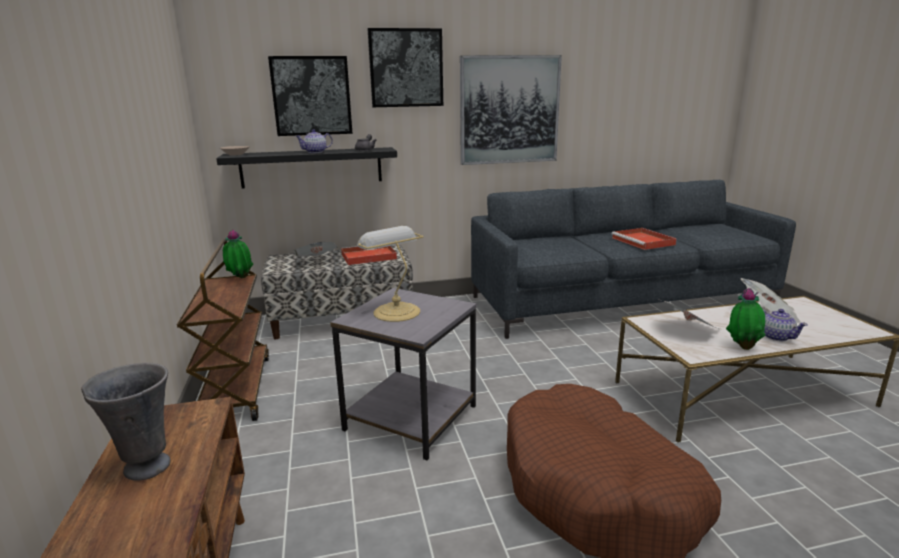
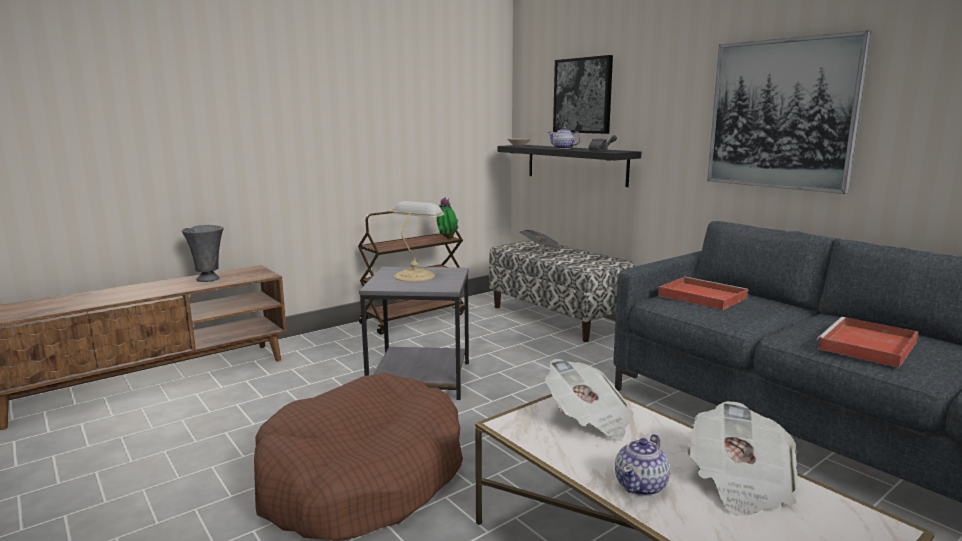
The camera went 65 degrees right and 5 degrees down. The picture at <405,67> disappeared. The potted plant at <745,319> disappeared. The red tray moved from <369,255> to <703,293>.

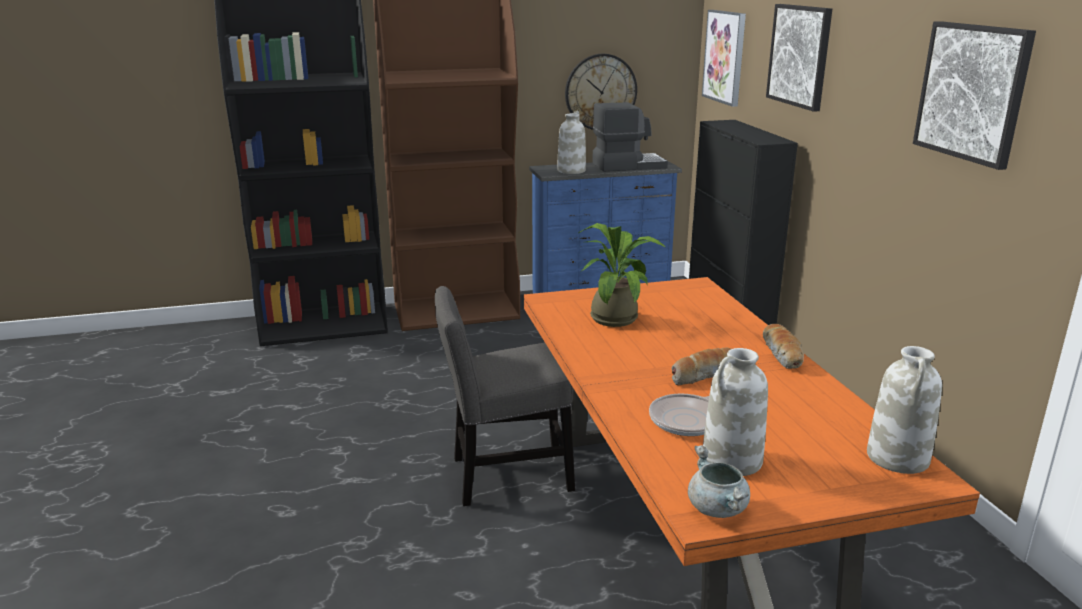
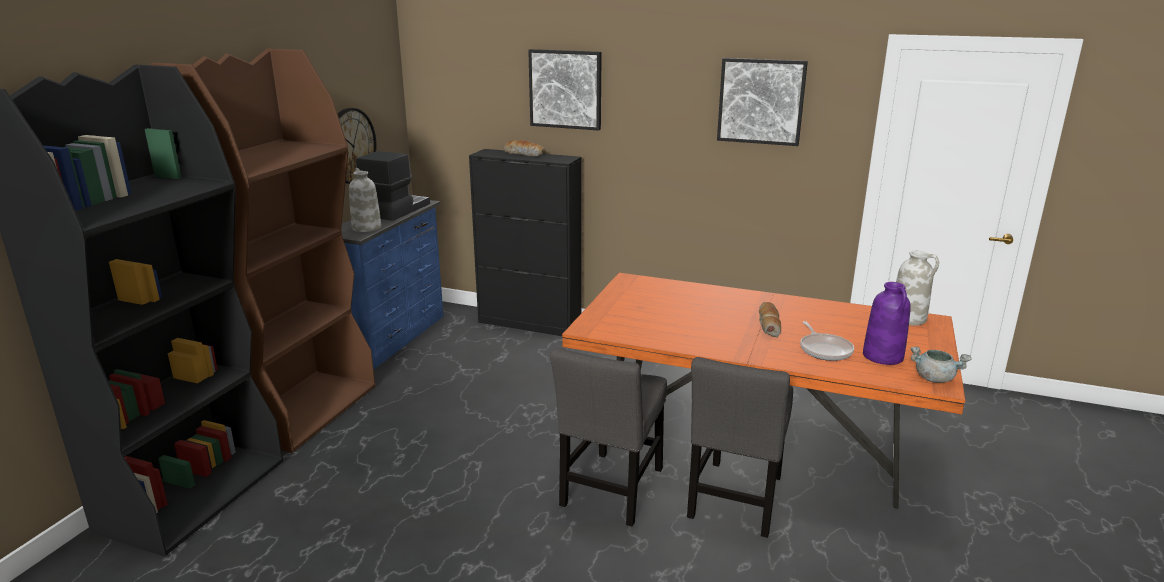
The camera went 55 degrees left and 0 degrees up. The potted plant at <622,275> disappeared. The picture at <724,58> disappeared. The grey chair at <740,447> appeared. The bread moved from <783,346> to <524,148>. The white vase at <735,412> became the purple vase at <887,323>.

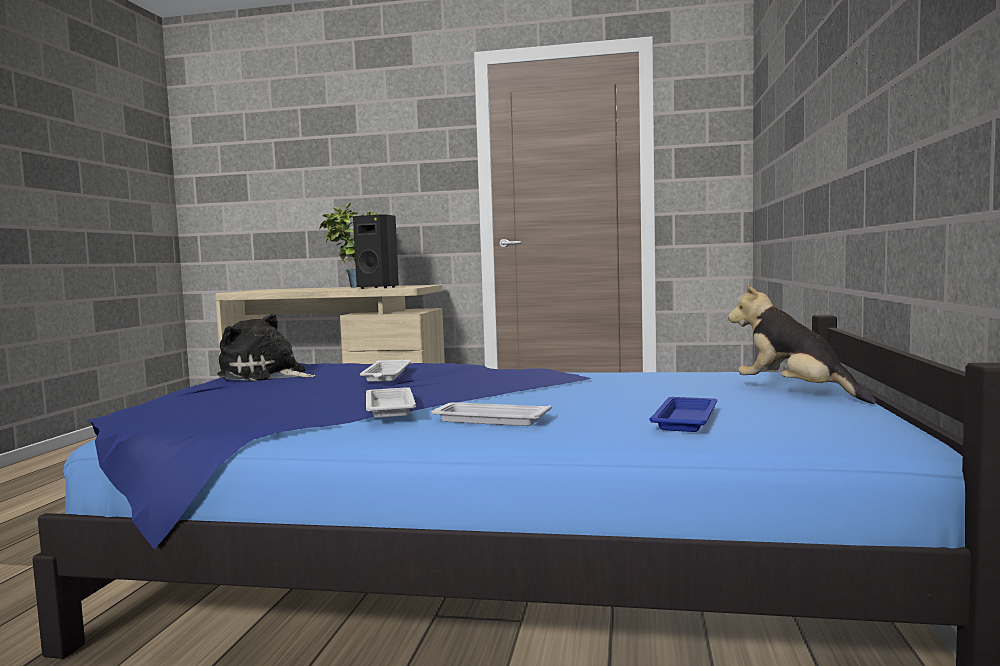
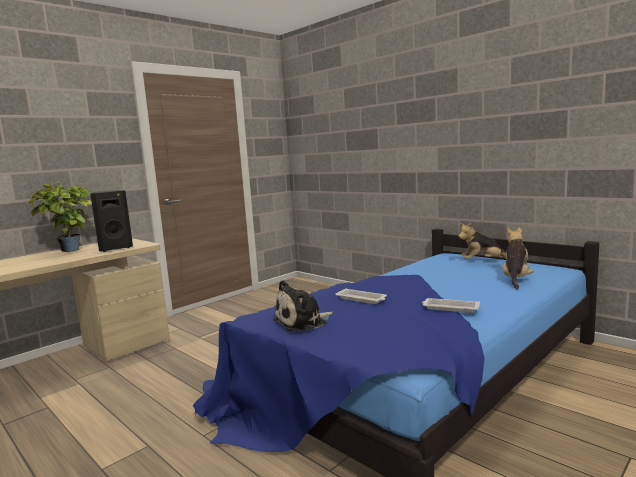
The camera went 55 degrees left and 5 degrees up. The white tray at <492,414> disappeared. The blue tray at <683,414> was replaced by the plush toy at <518,258>.

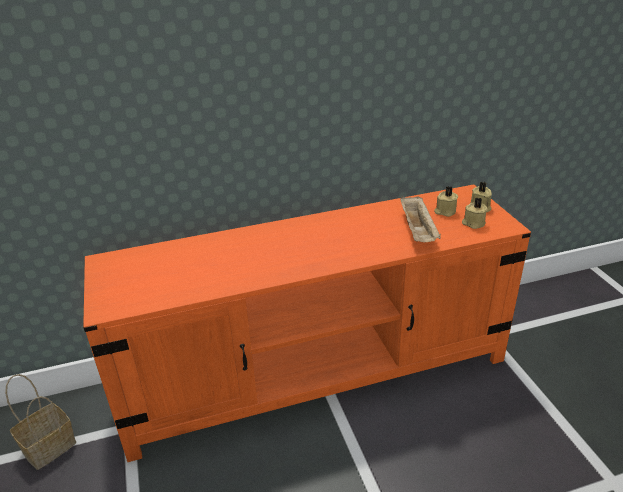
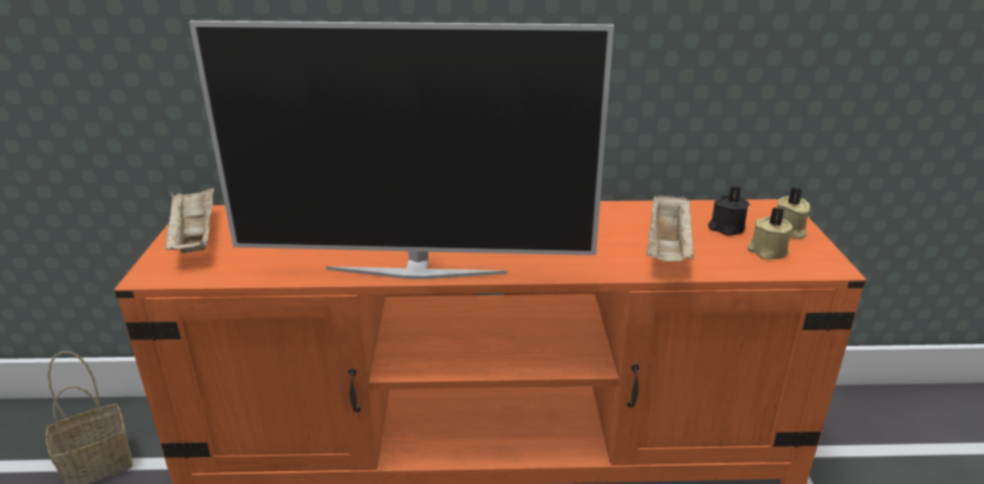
The camera went 15 degrees right and 5 degrees down. The beige tray at <189,220> appeared. The television at <401,150> appeared. The beige candle at <446,201> became the black candle at <728,211>.

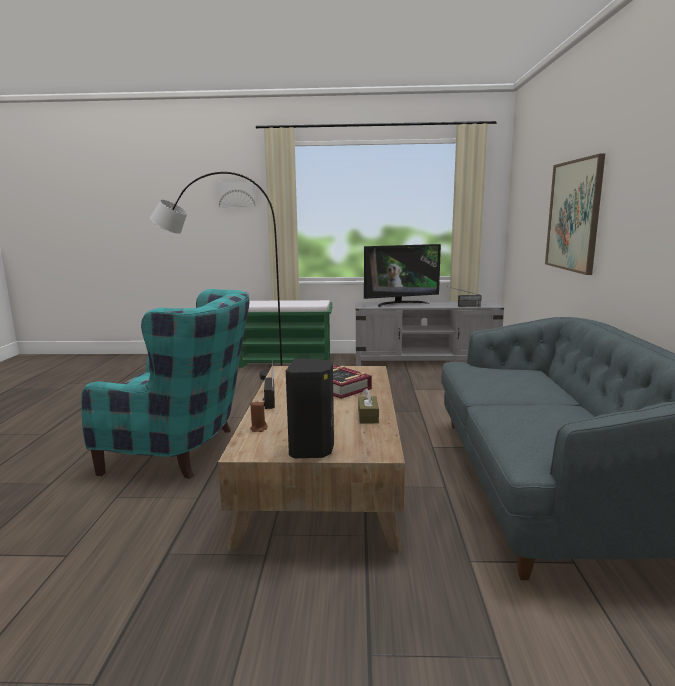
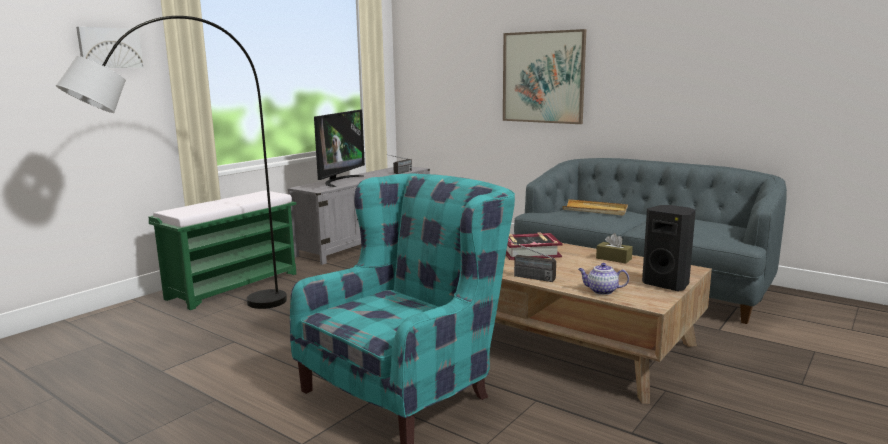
The camera went 55 degrees left and 0 degrees up. The beige tray at <595,207> appeared. The brown candle at <258,416> was replaced by the teapot at <603,279>.

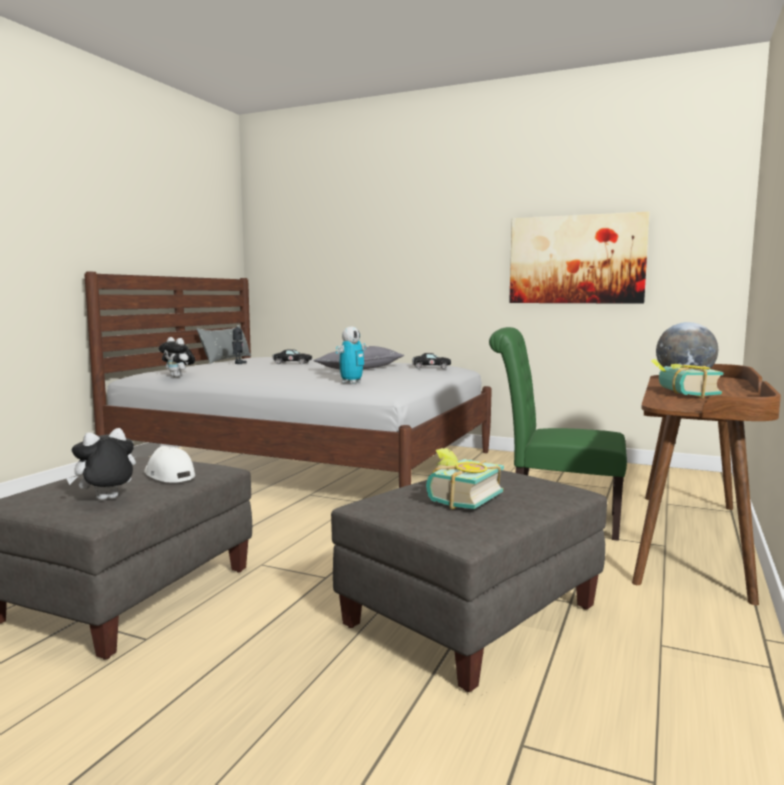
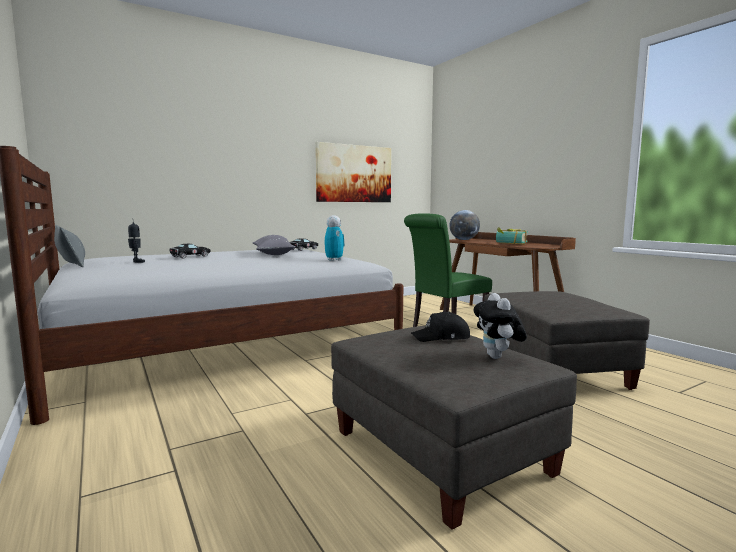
The camera went 55 degrees left and 0 degrees up. The plush toy at <177,357> disappeared. The book at <465,478> disappeared. The white cap at <169,464> became the black cap at <440,326>.

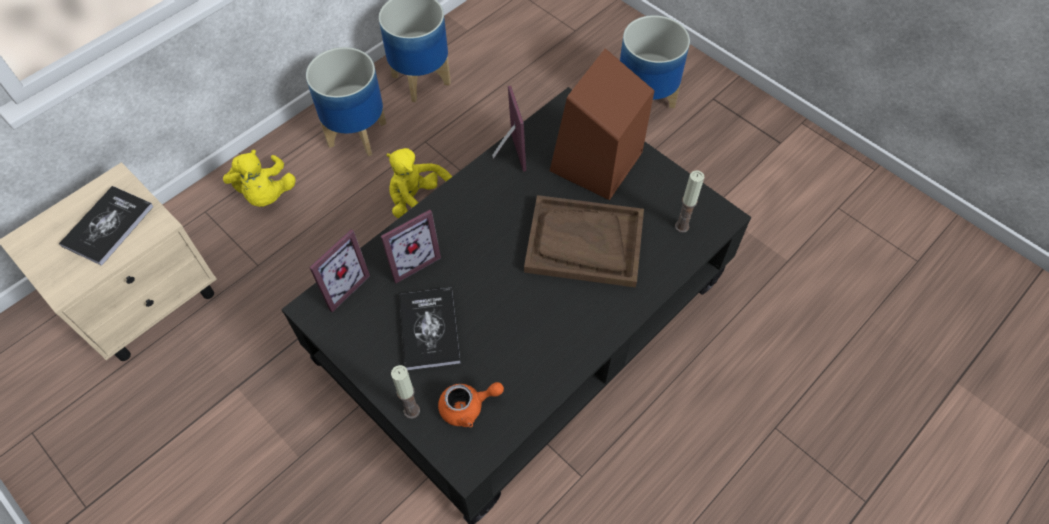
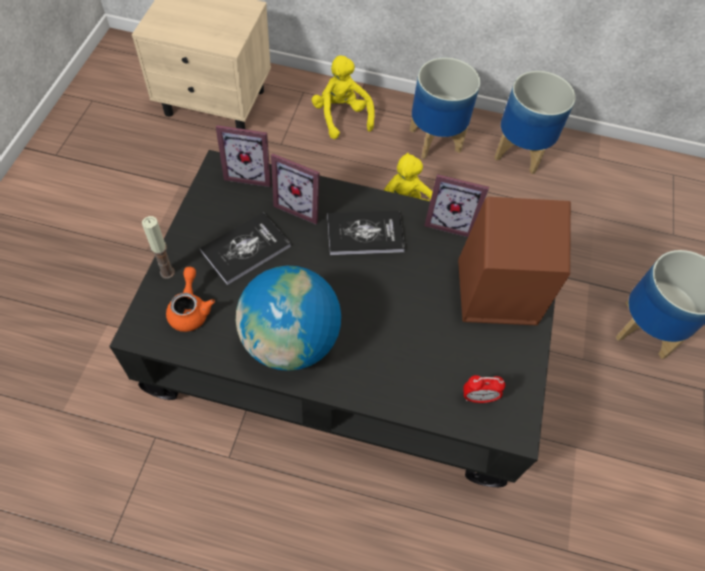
The camera went 55 degrees right and 0 degrees up. The brown tray at <584,241> disappeared. The globe at <288,318> appeared. The book moved from <106,226> to <366,233>. The candle at <690,201> was replaced by the alarm clock at <484,389>. The yellow plush toy at <259,178> turned 120 degrees clockwise. The orange teapot at <471,404> turned 135 degrees counterclockwise. The picture frame at <509,129> turned 60 degrees clockwise.

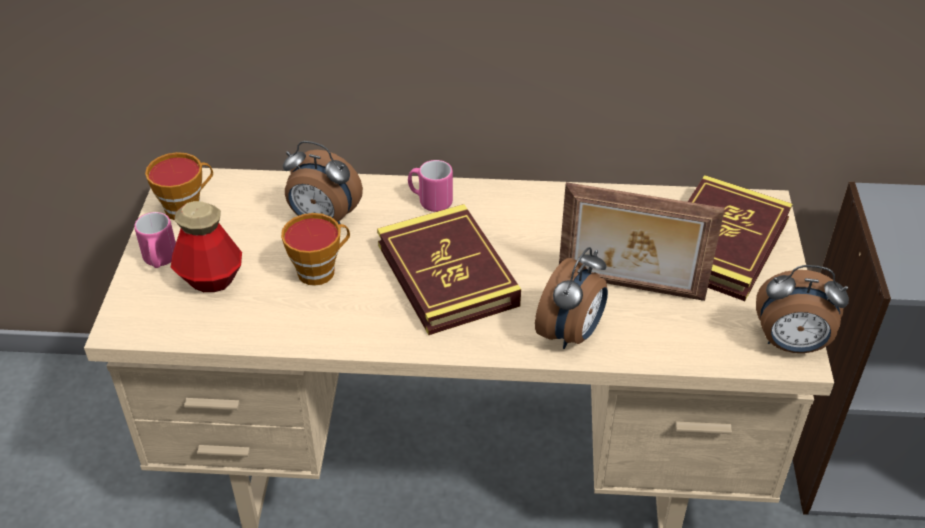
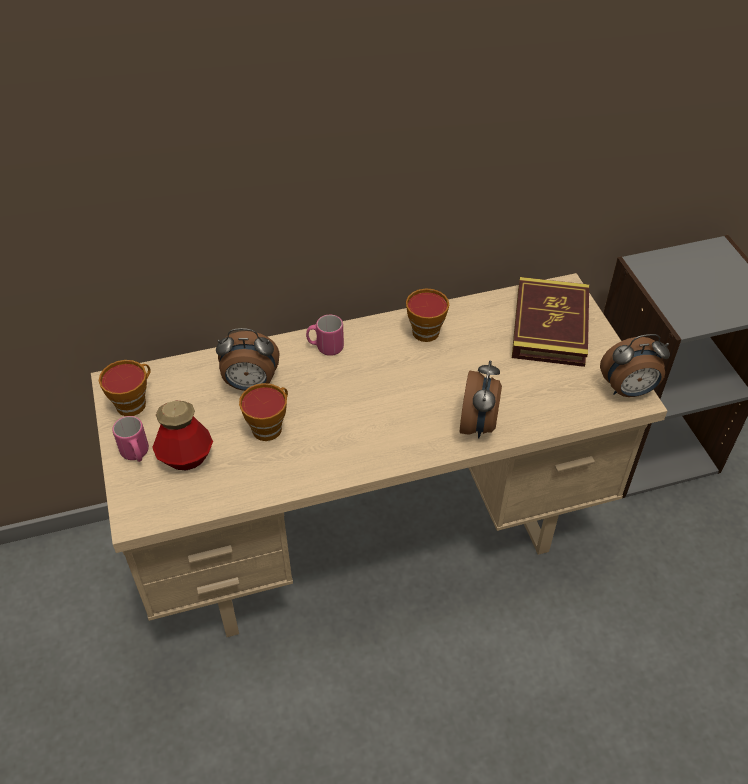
The camera went 20 degrees left and 5 degrees up. The book at <449,269> disappeared. The picture frame at <642,241> disappeared. The cup at <427,315> appeared.

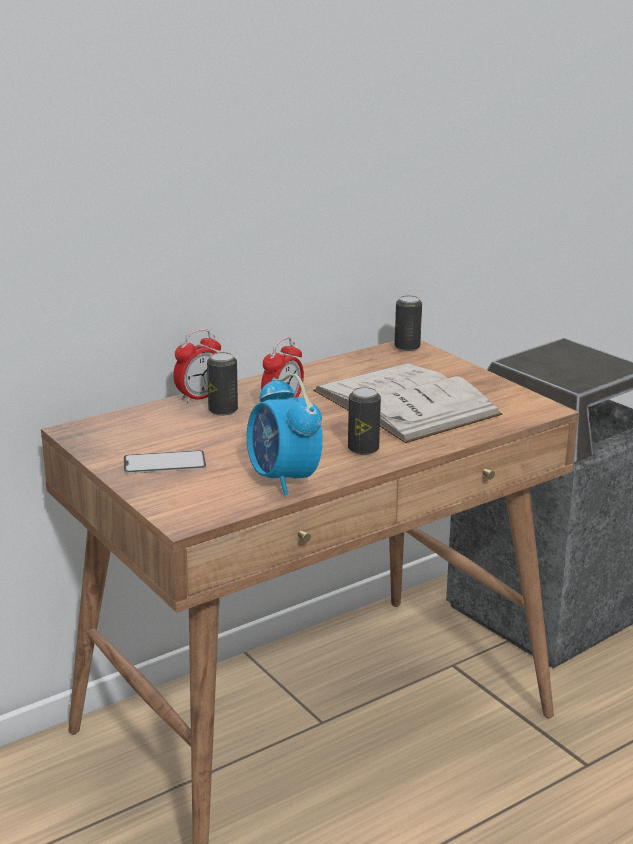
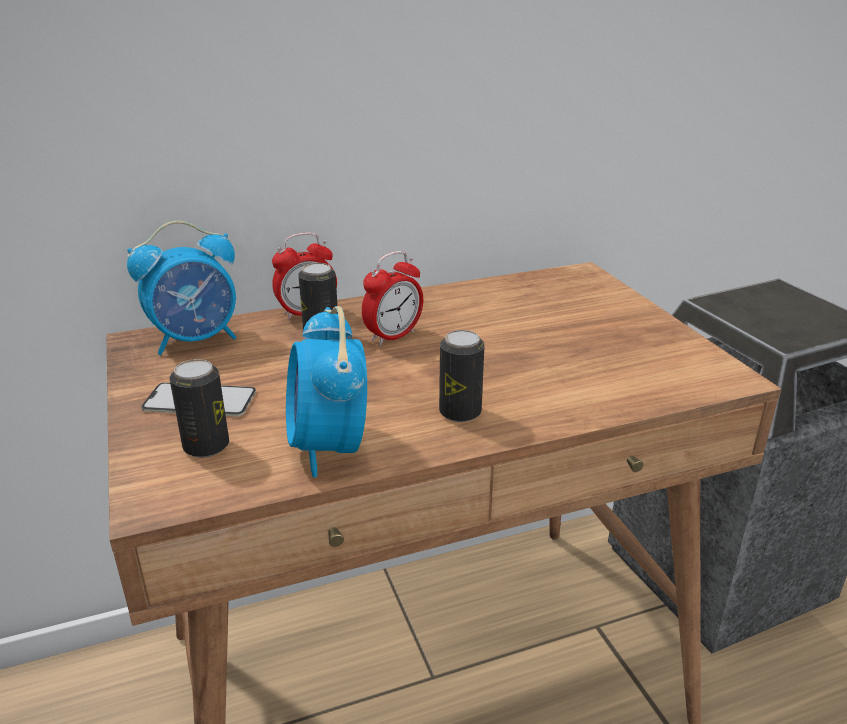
The camera went 15 degrees right and 5 degrees up. The white book at <408,403> disappeared. The alarm clock at <182,288> appeared. The can moved from <408,323> to <199,408>.

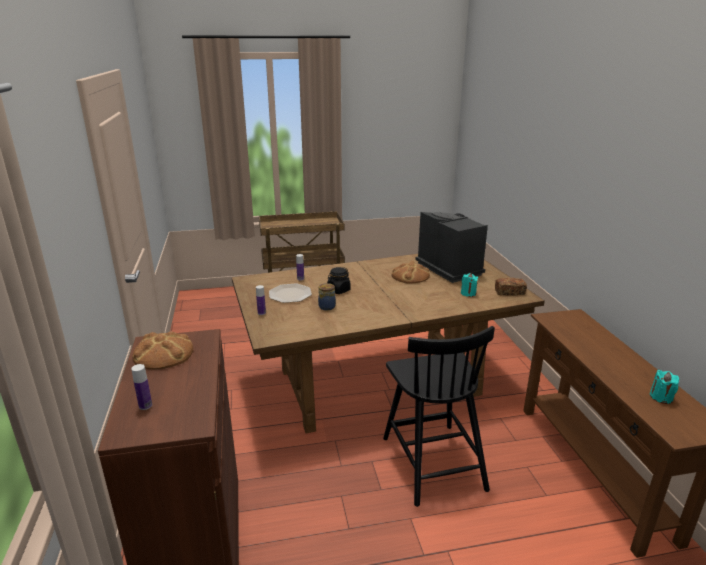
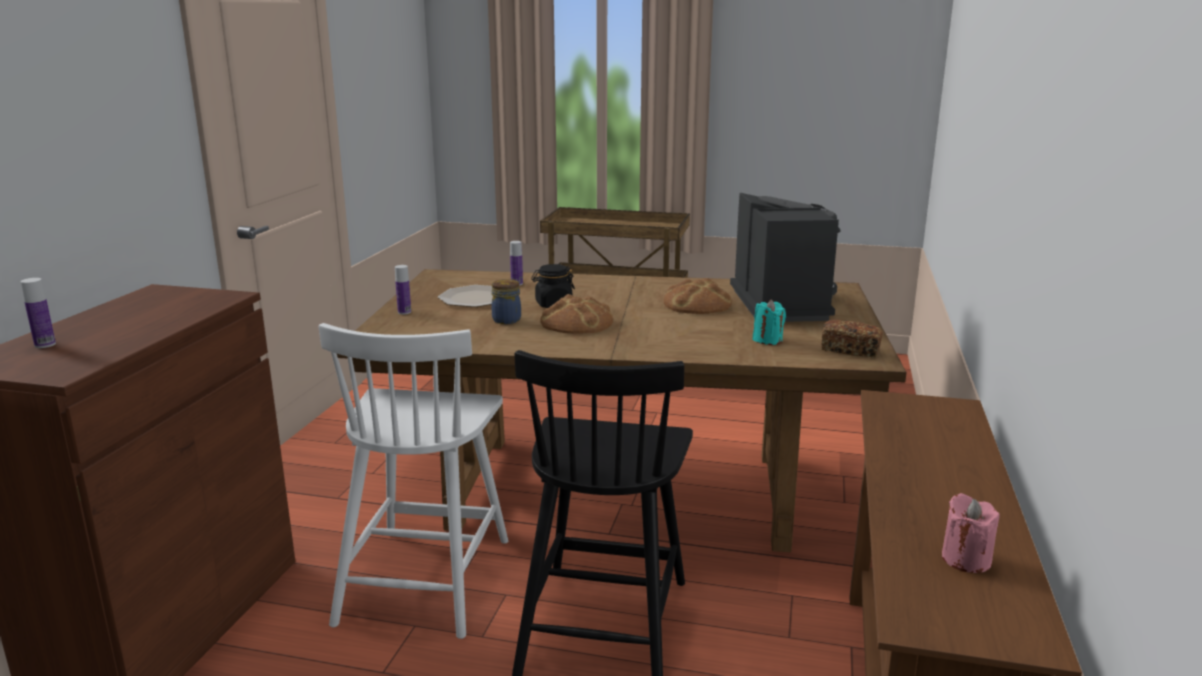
The camera went 25 degrees right and 5 degrees down. The white chair at <413,481> appeared. The bread moved from <162,351> to <576,314>. The turquoise candle at <664,387> became the pink candle at <971,533>.

